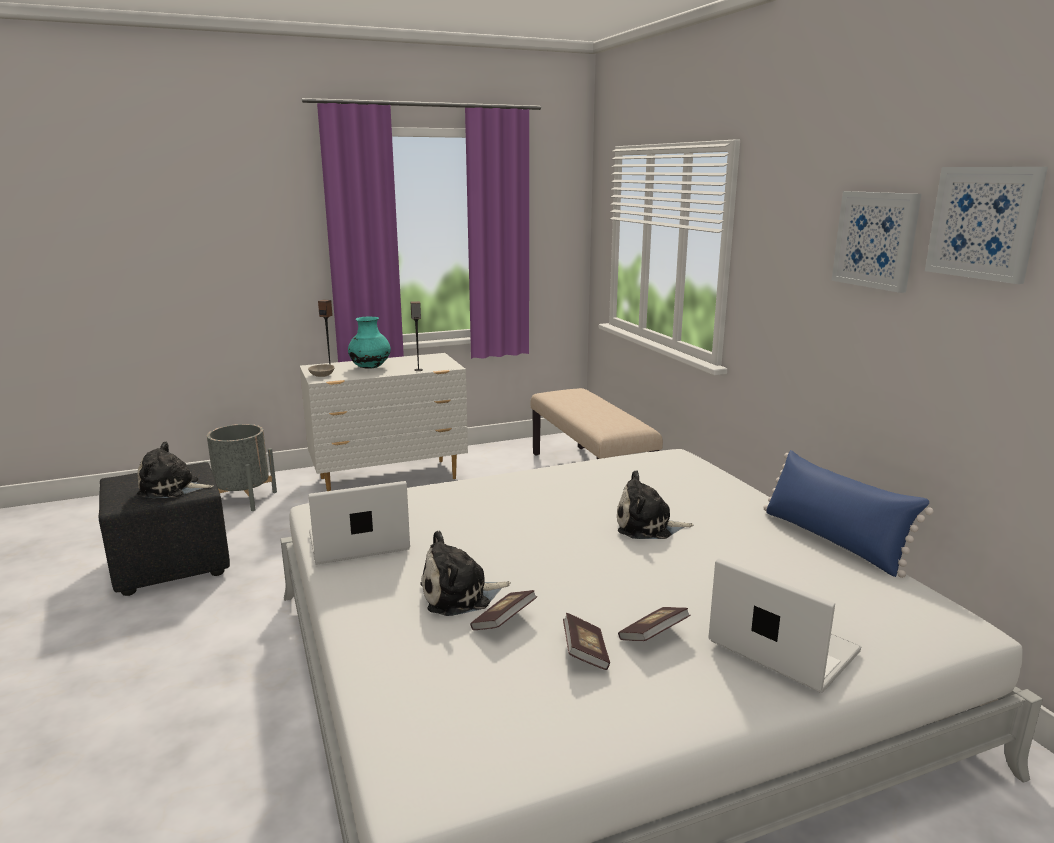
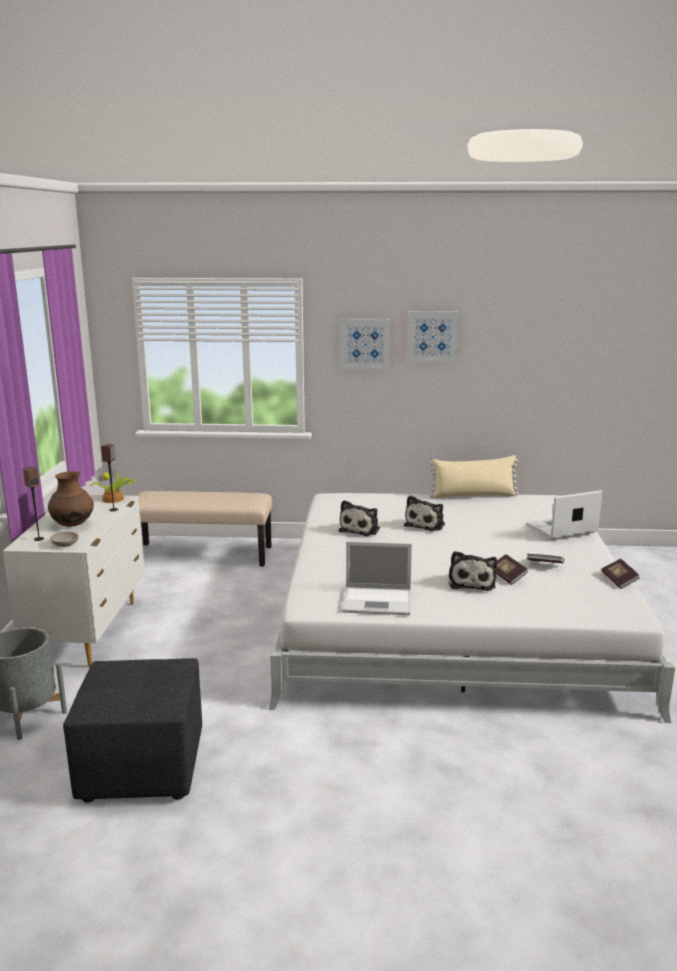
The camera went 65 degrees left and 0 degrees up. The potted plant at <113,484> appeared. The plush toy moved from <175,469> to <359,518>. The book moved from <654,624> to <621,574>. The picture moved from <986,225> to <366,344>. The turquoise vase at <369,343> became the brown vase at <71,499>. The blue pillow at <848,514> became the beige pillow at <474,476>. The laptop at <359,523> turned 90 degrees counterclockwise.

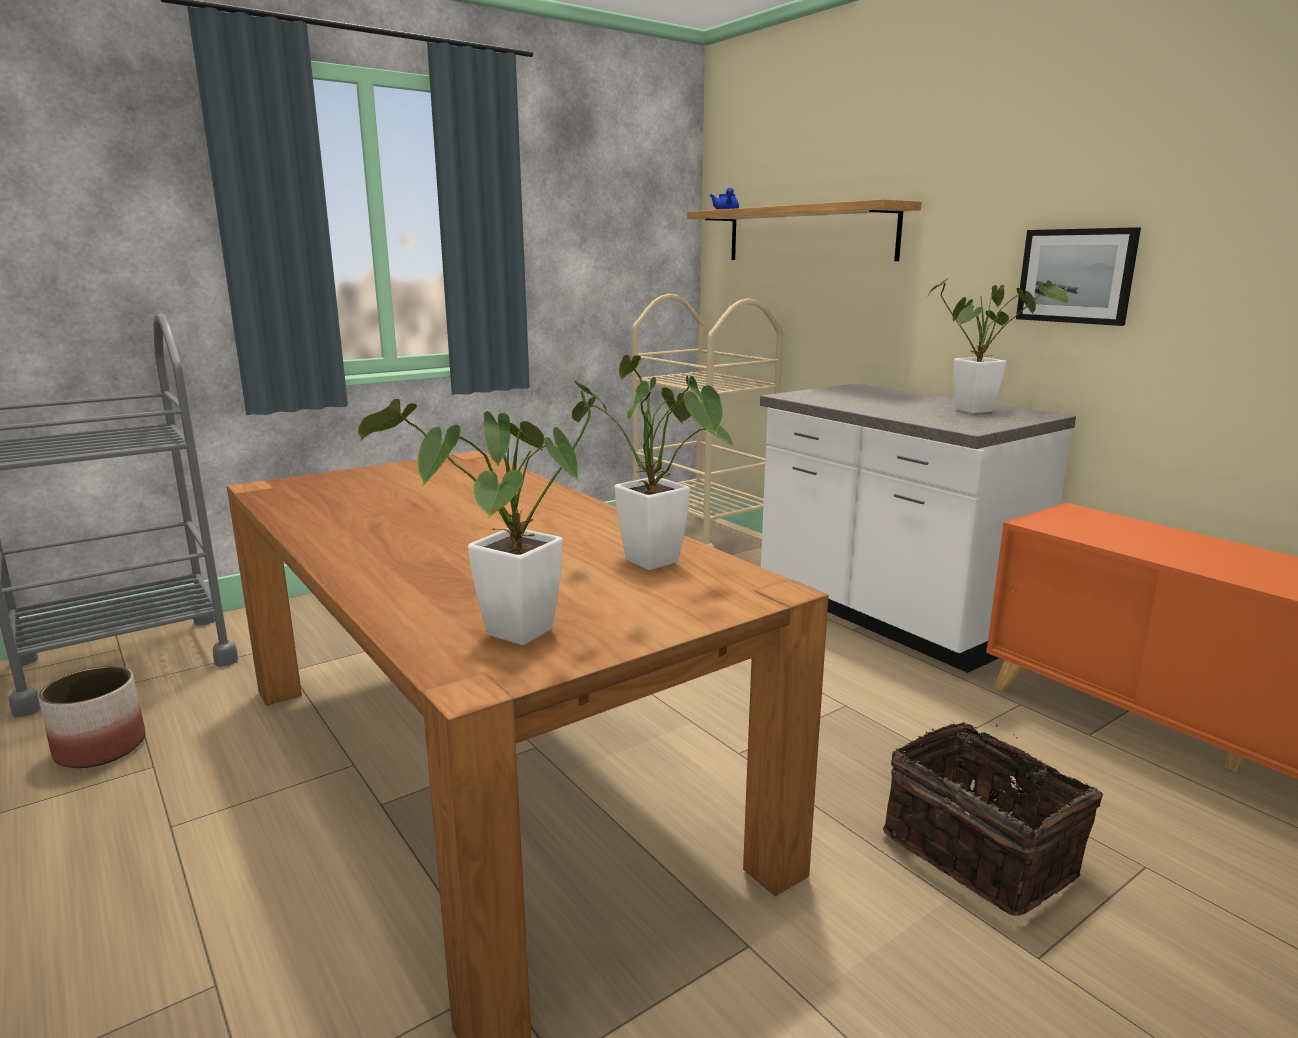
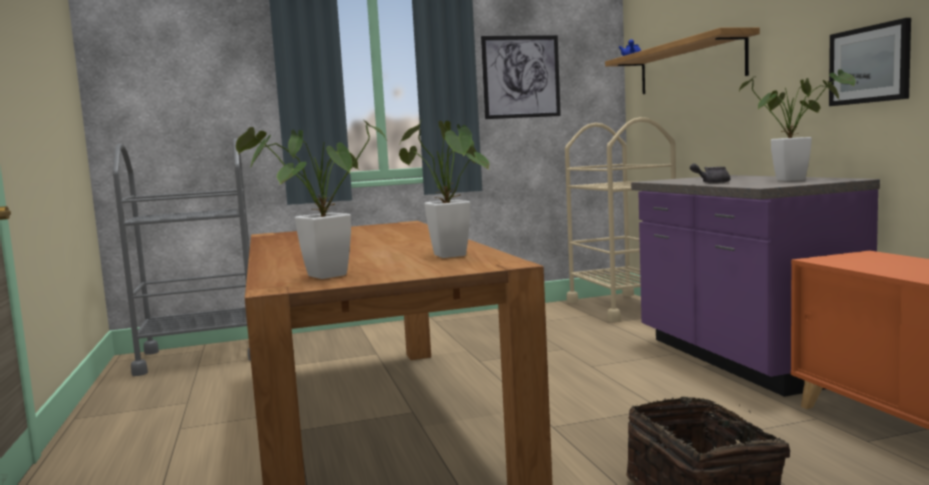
The camera went 20 degrees right and 10 degrees down. The planter at <91,717> disappeared. The picture at <521,77> appeared. The grey teapot at <710,173> appeared. The white counter at <918,528> became the purple counter at <755,286>.

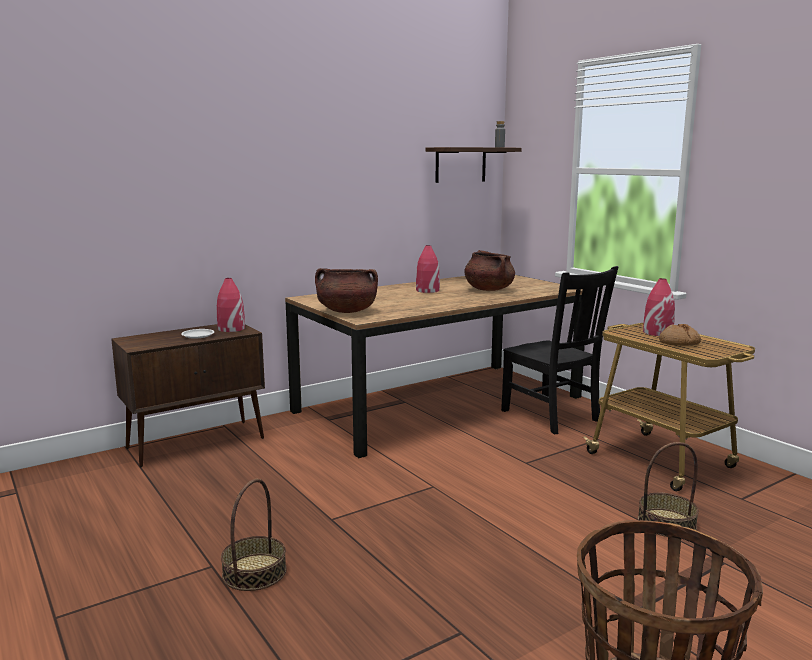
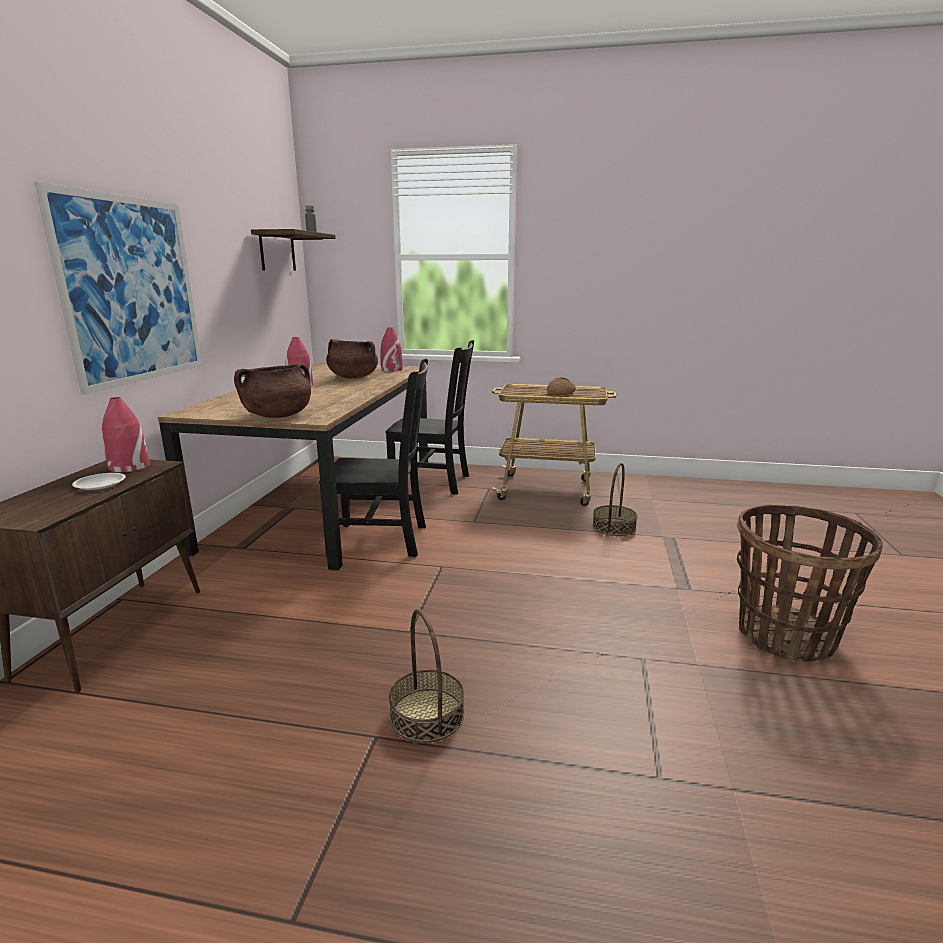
The camera went 45 degrees left and 5 degrees up. The picture at <118,288> appeared. The black chair at <373,457> appeared. The red vase moved from <659,307> to <391,349>.

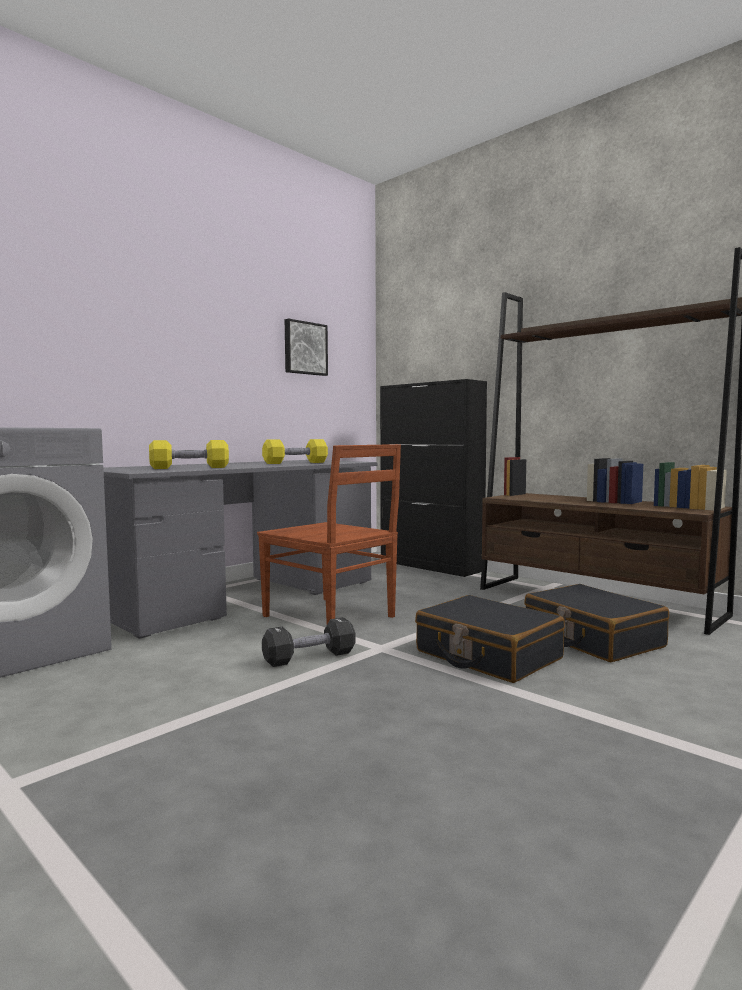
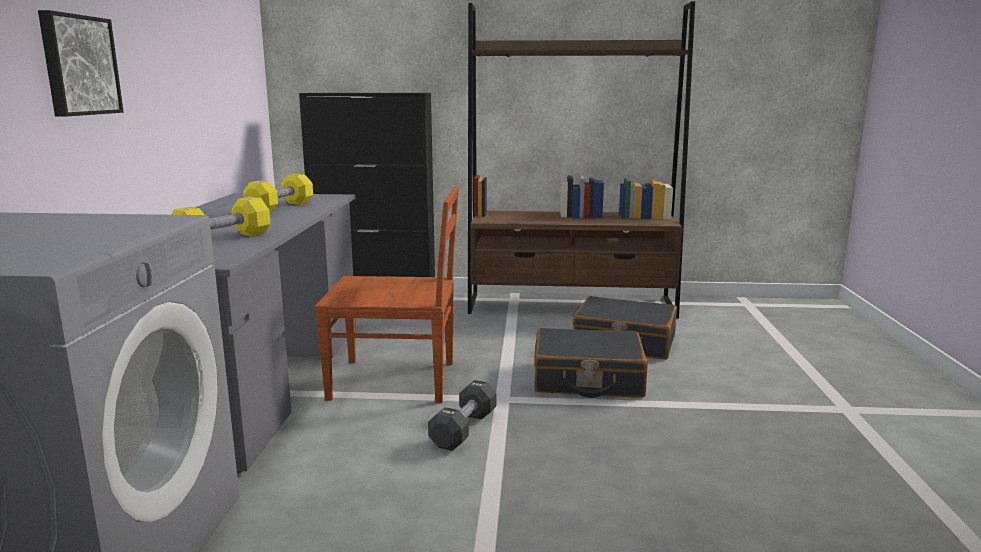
The camera went 40 degrees left and 10 degrees up. The picture moved from <306,347> to <81,63>.

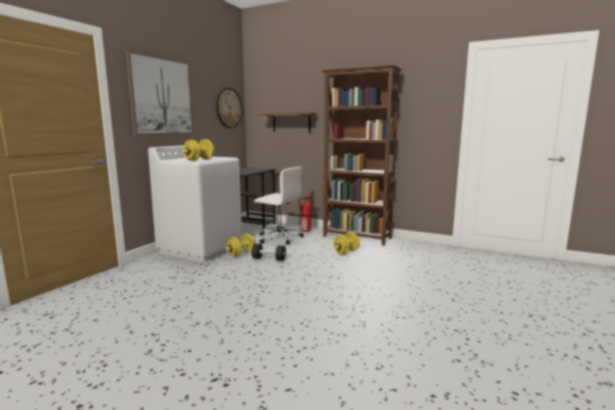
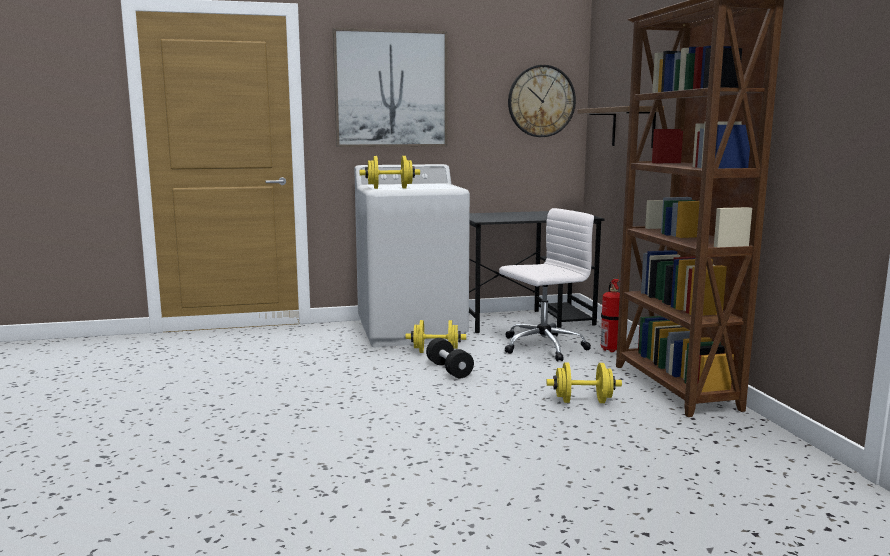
The camera went 50 degrees right and 0 degrees up. The white office chair at <279,206> turned 105 degrees counterclockwise.

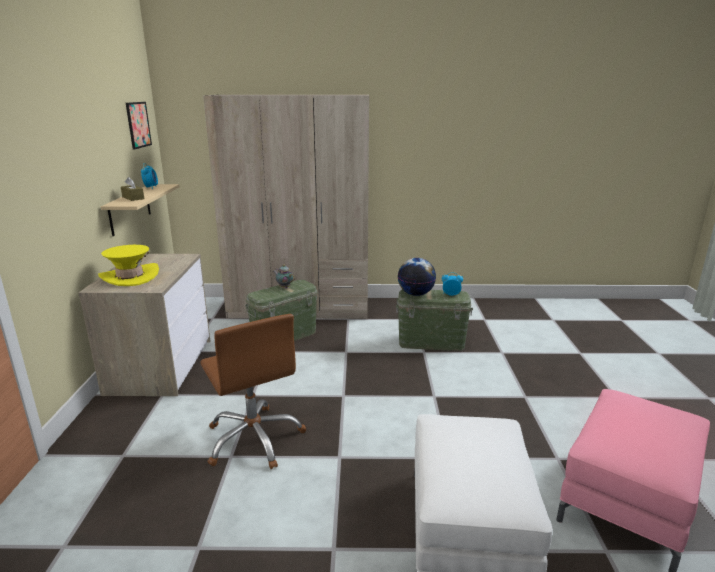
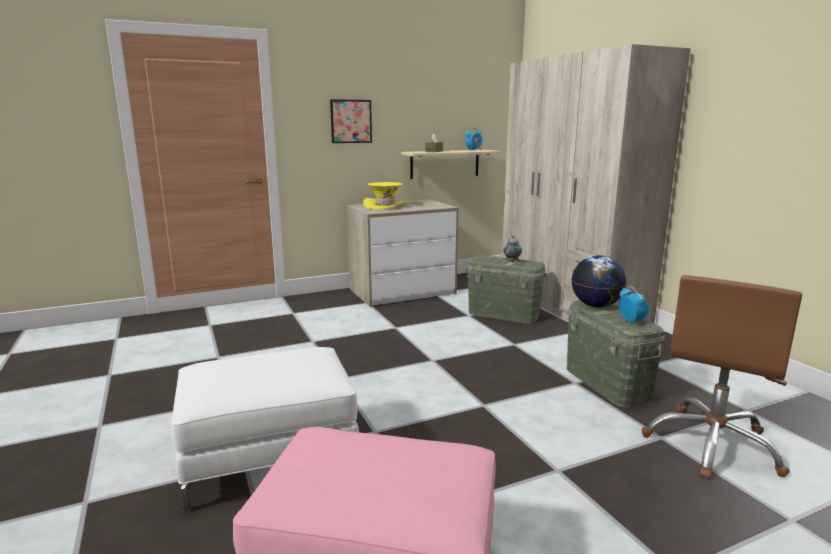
The camera went 65 degrees right and 5 degrees down. The picture moved from <139,126> to <351,121>. The brown office chair moved from <253,391> to <721,377>.

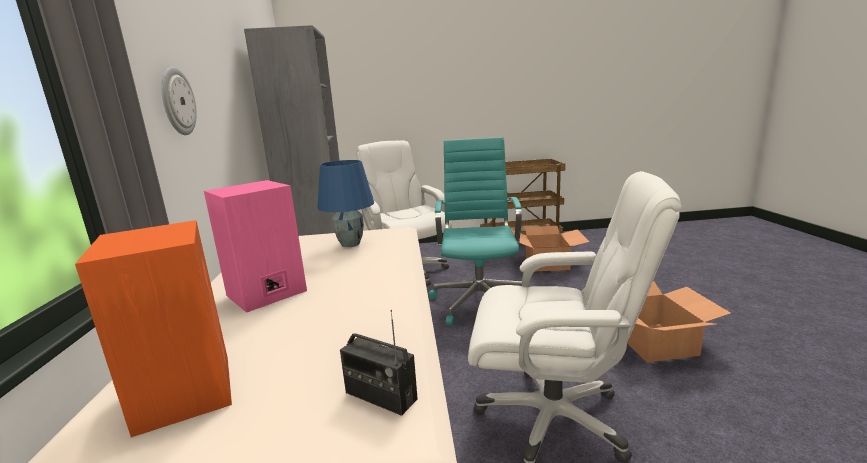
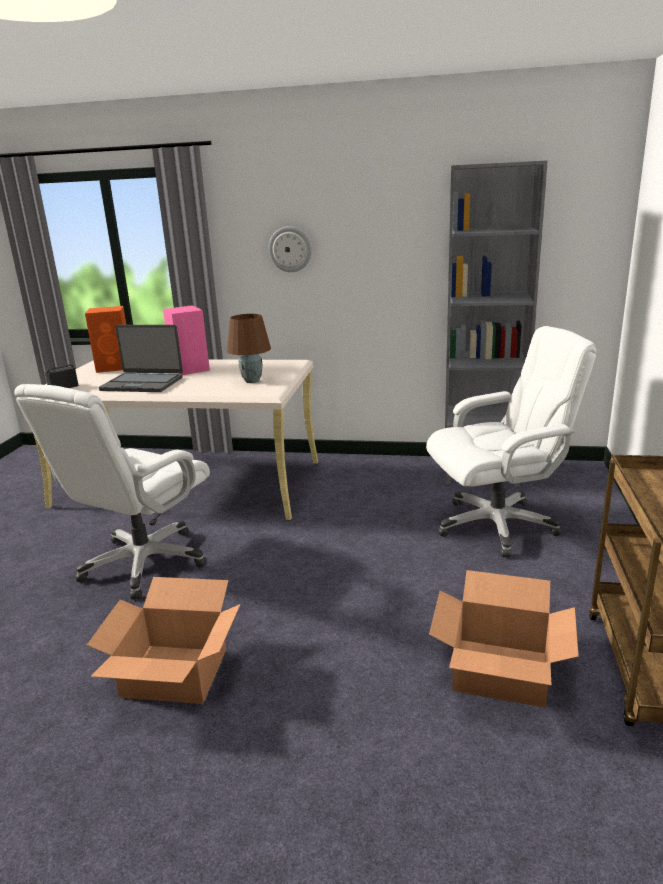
The camera went 105 degrees right and 5 degrees up. The turquoise office chair at <475,231> disappeared. The laptop at <140,358> appeared. The blue table lamp at <345,203> became the brown table lamp at <249,348>.

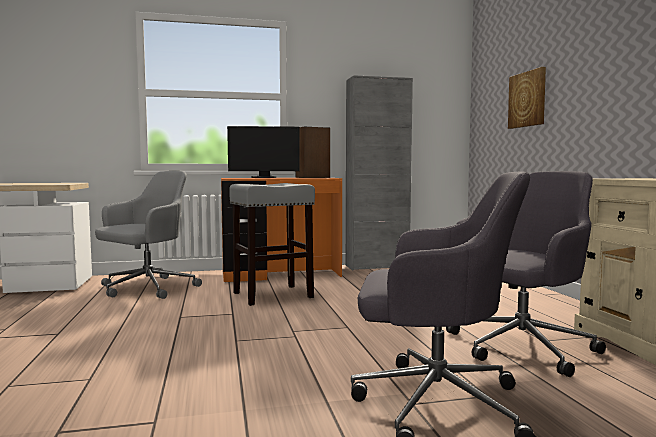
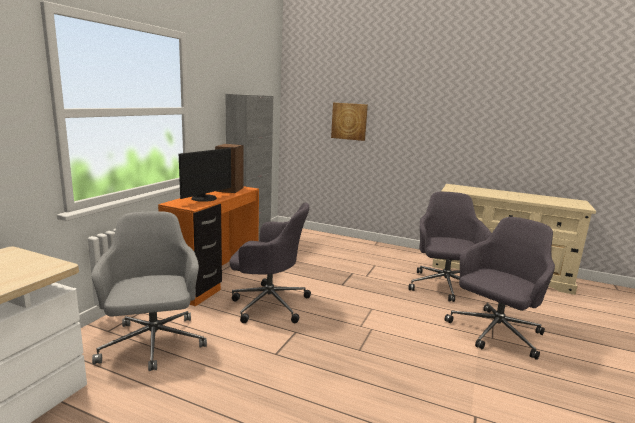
The camera went 55 degrees left and 10 degrees up. The grey stool at <272,244> was replaced by the grey office chair at <270,263>.

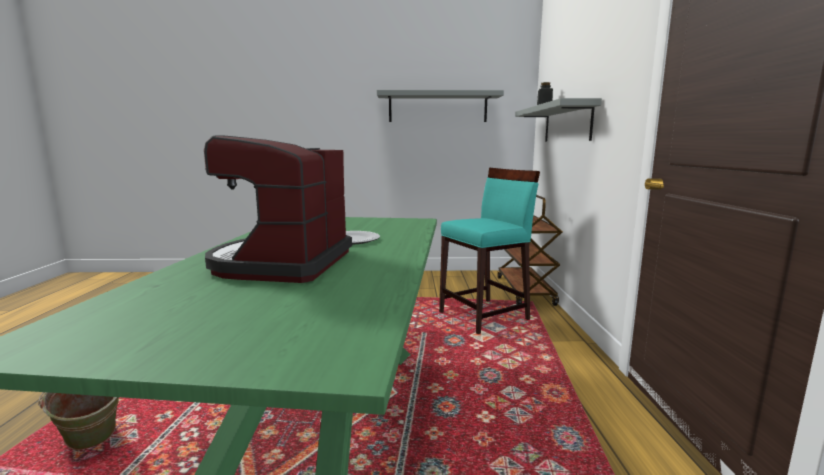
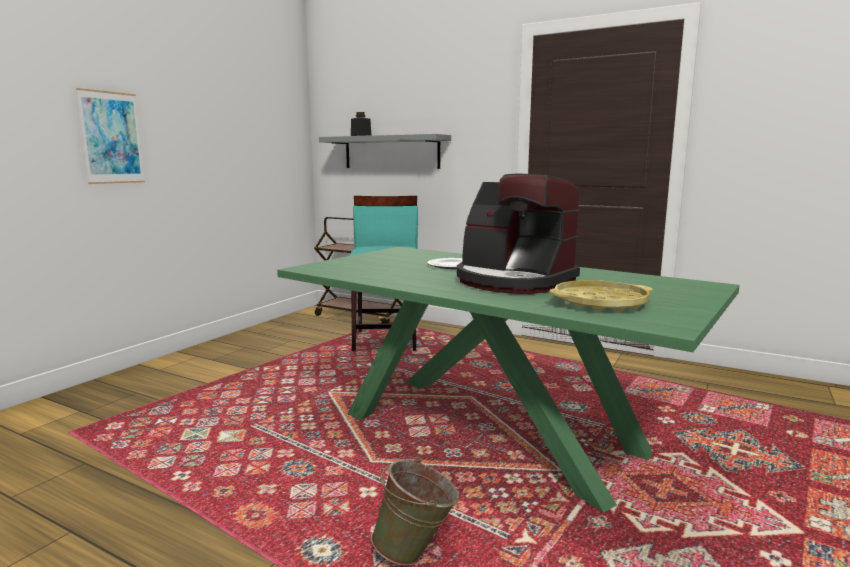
The camera went 60 degrees left and 0 degrees up. The grey shelf at <440,106> disappeared. The picture at <110,136> appeared. The yellow tray at <601,295> appeared.

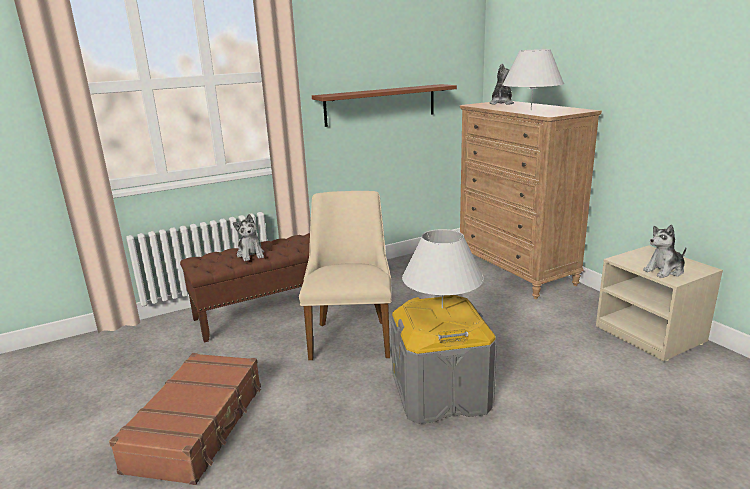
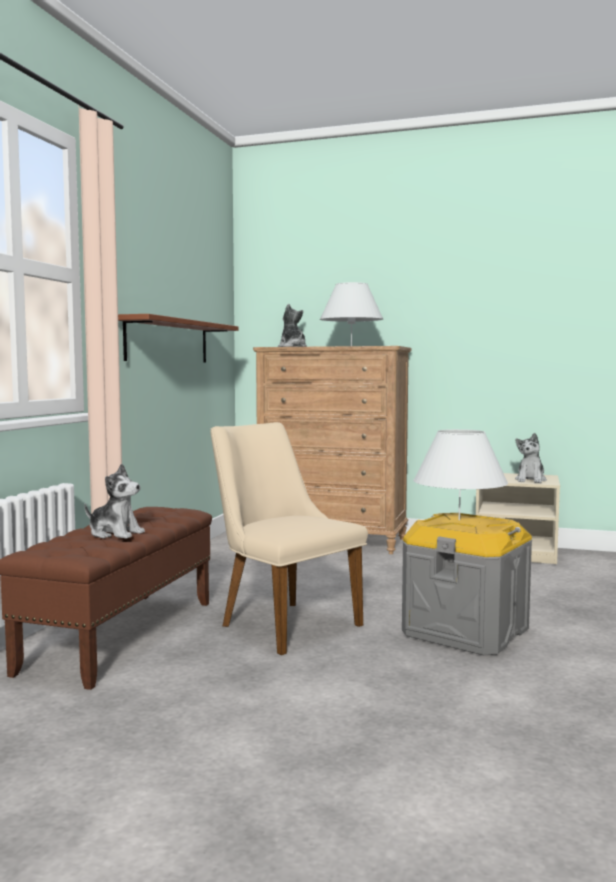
The camera went 45 degrees left and 15 degrees down. The brown suitcase at <185,419> disappeared.

